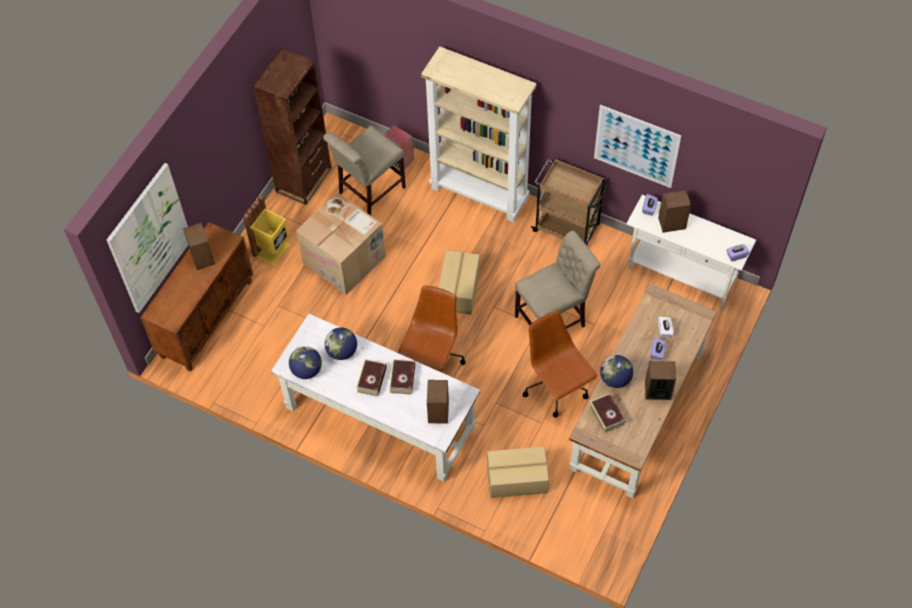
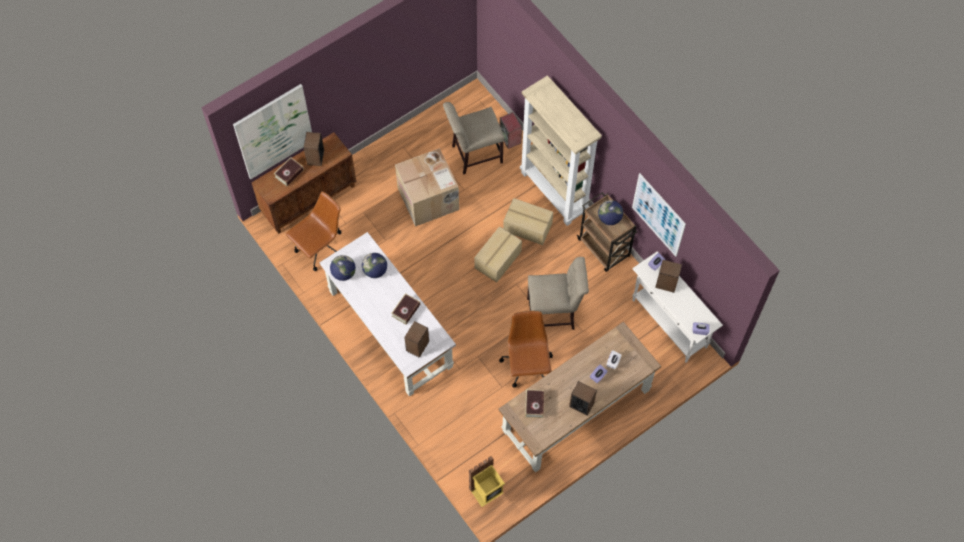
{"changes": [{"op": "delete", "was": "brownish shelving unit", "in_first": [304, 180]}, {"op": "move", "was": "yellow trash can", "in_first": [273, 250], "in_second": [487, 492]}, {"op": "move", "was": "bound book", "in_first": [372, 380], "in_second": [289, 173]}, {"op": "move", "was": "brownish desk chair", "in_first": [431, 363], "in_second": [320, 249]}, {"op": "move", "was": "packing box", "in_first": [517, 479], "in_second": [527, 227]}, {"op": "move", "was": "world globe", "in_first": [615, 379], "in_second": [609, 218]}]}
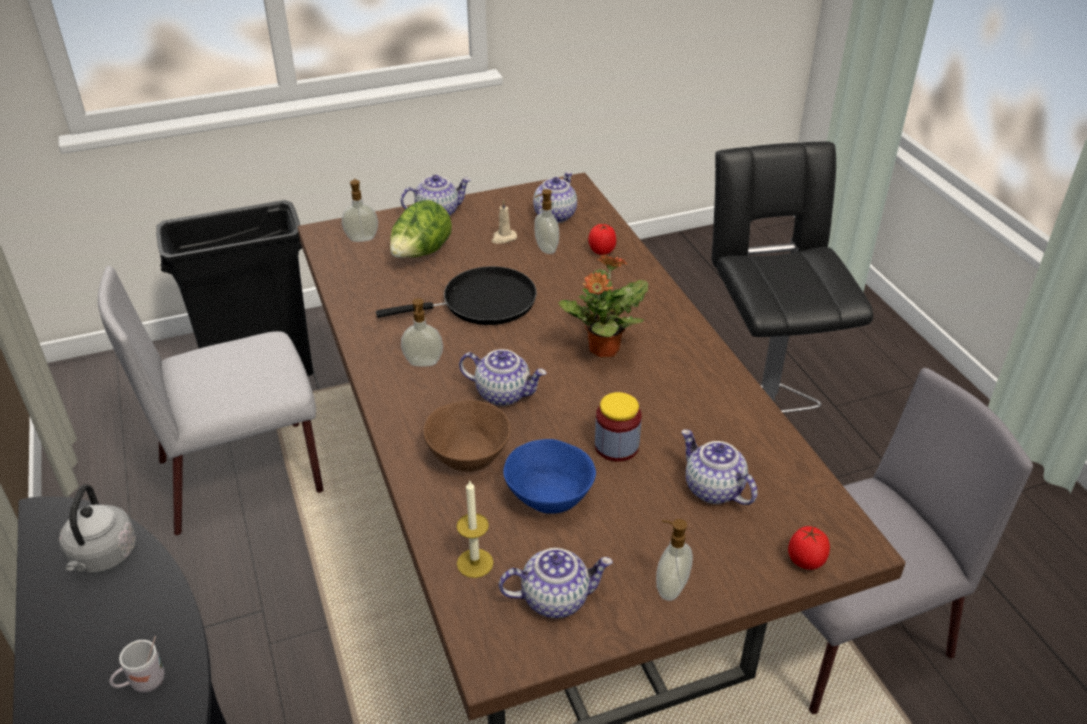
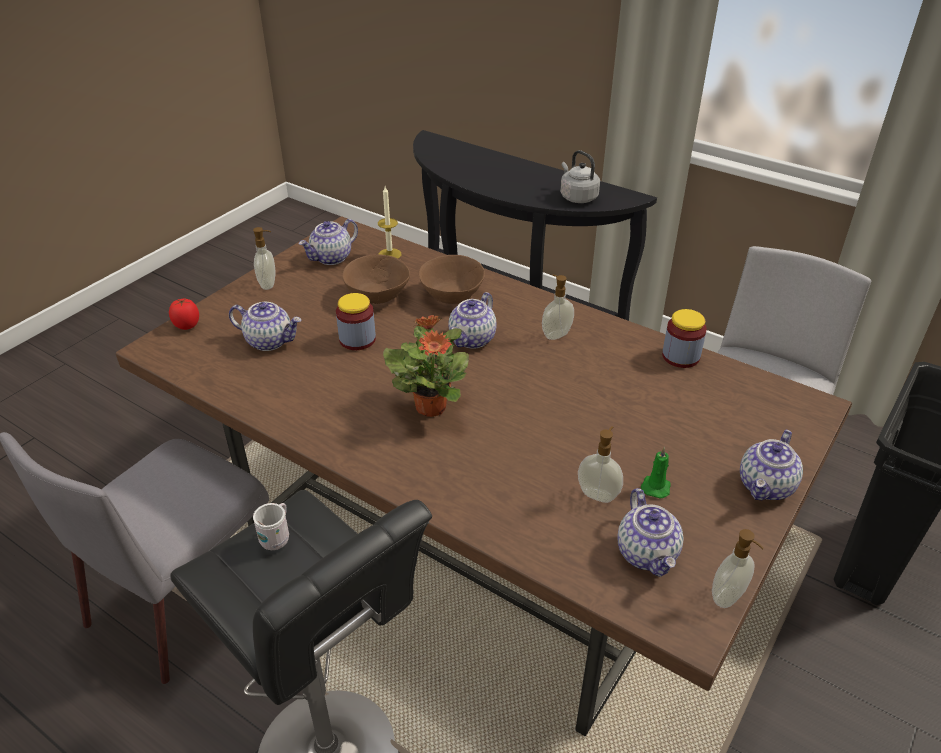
{"changes": [{"op": "delete", "was": "black frying pan", "in_first": [482, 303]}, {"op": "delete", "was": "lettuce", "in_first": [421, 254]}, {"op": "delete", "was": "fresh tomato", "in_first": [602, 251]}, {"op": "insert", "now": "storage jar", "in_second": [680, 356]}, {"op": "move", "was": "whitish coffee mug", "in_first": [143, 683], "in_second": [277, 537]}, {"op": "move", "was": "liquid soap bottle", "in_first": [362, 238], "in_second": [728, 597]}, {"op": "recolor", "was": "beige-coloured wax candle", "now": "green wax candle", "in_first": [503, 238], "in_second": [656, 486]}, {"op": "recolor", "was": "blue-coloured bowl", "now": "brownish bowl", "in_first": [550, 496], "in_second": [377, 296]}, {"op": "rotate", "was": "tea pot", "in_first": [504, 393], "in_second": [472, 339], "clockwise": -45}]}
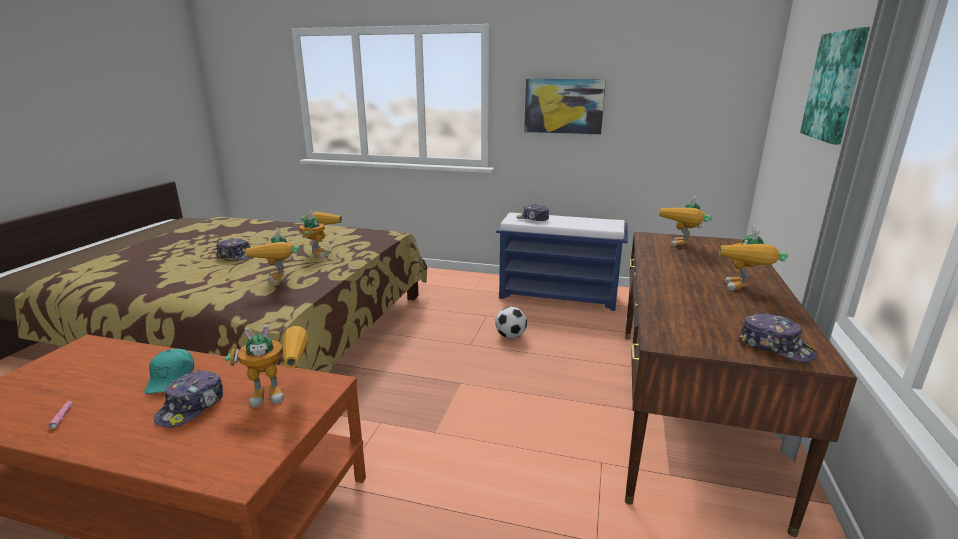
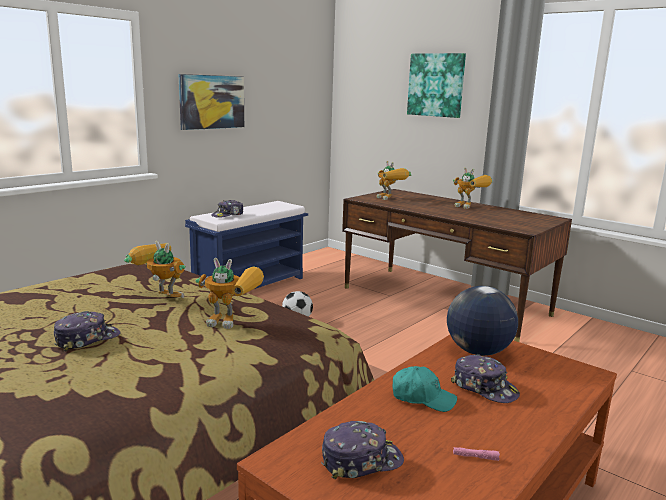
{"changes": [{"op": "move", "was": "baseball cap", "in_first": [775, 347], "in_second": [361, 460]}, {"op": "replace", "was": "robot figure", "now": "world globe", "in_first": [281, 393], "in_second": [478, 351]}]}
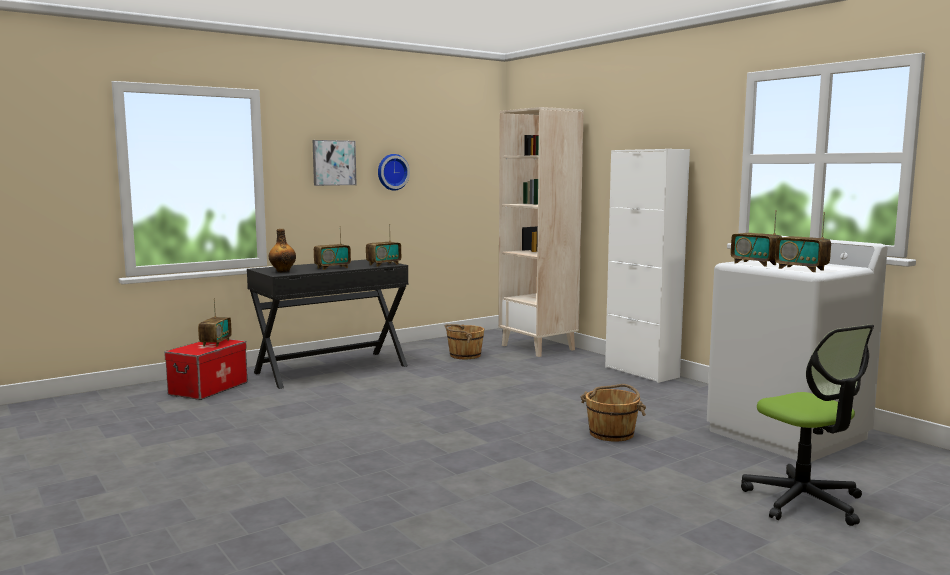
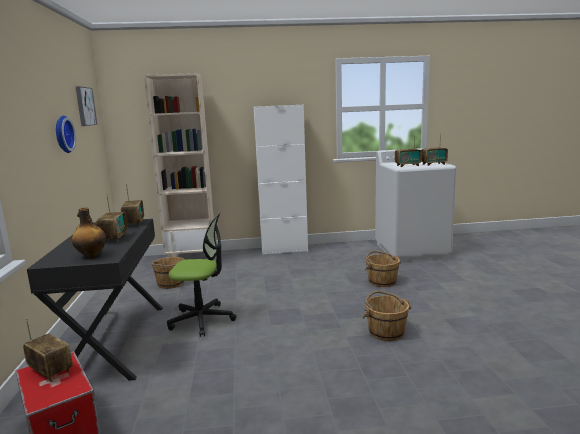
{"changes": [{"op": "insert", "now": "brownish water bucket", "in_second": [386, 331]}, {"op": "move", "was": "wall art", "in_first": [333, 162], "in_second": [84, 106]}, {"op": "move", "was": "desk chair", "in_first": [804, 501], "in_second": [202, 320]}]}
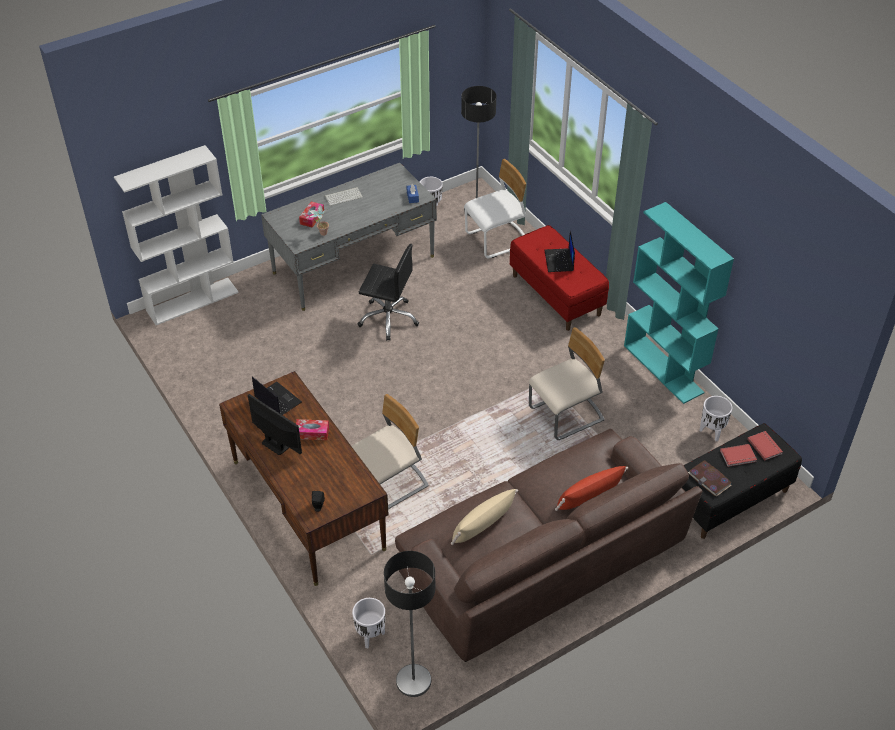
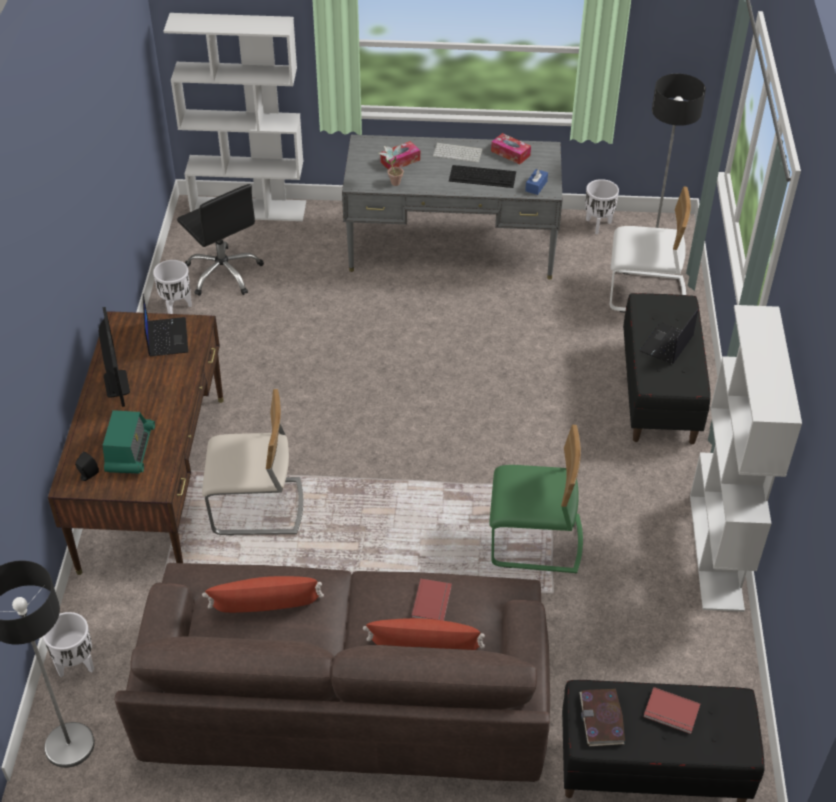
{"changes": [{"op": "insert", "now": "radio", "in_second": [130, 451]}, {"op": "insert", "now": "PC keyboard", "in_second": [483, 176]}, {"op": "move", "was": "box of tissues", "in_first": [312, 433], "in_second": [510, 153]}, {"op": "move", "was": "black desk chair", "in_first": [388, 318], "in_second": [224, 273]}, {"op": "move", "was": "whitish plant pot", "in_first": [712, 432], "in_second": [177, 307]}, {"op": "move", "was": "red-coloured bound book", "in_first": [765, 446], "in_second": [433, 602]}, {"op": "recolor", "was": "beige-coloured cushion", "now": "red-coloured cushion", "in_first": [482, 525], "in_second": [265, 606]}, {"op": "recolor", "was": "red-coloured long seat", "now": "black long seat", "in_first": [556, 295], "in_second": [659, 392]}, {"op": "recolor", "was": "beige-coloured upright chair", "now": "green upright chair", "in_first": [566, 415], "in_second": [535, 542]}, {"op": "recolor", "was": "turquoise shelving unit", "now": "whitish shelving unit", "in_first": [664, 369], "in_second": [717, 552]}]}
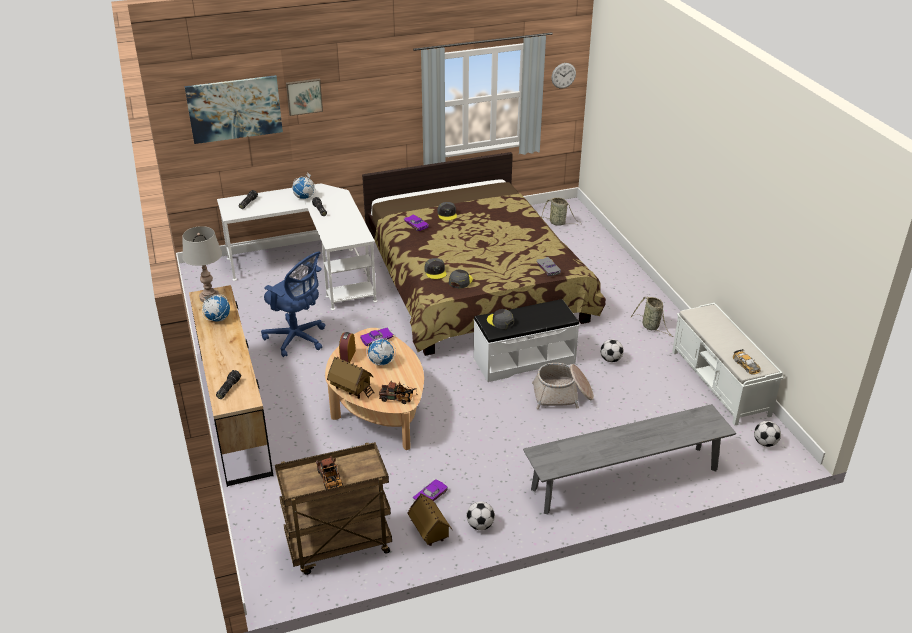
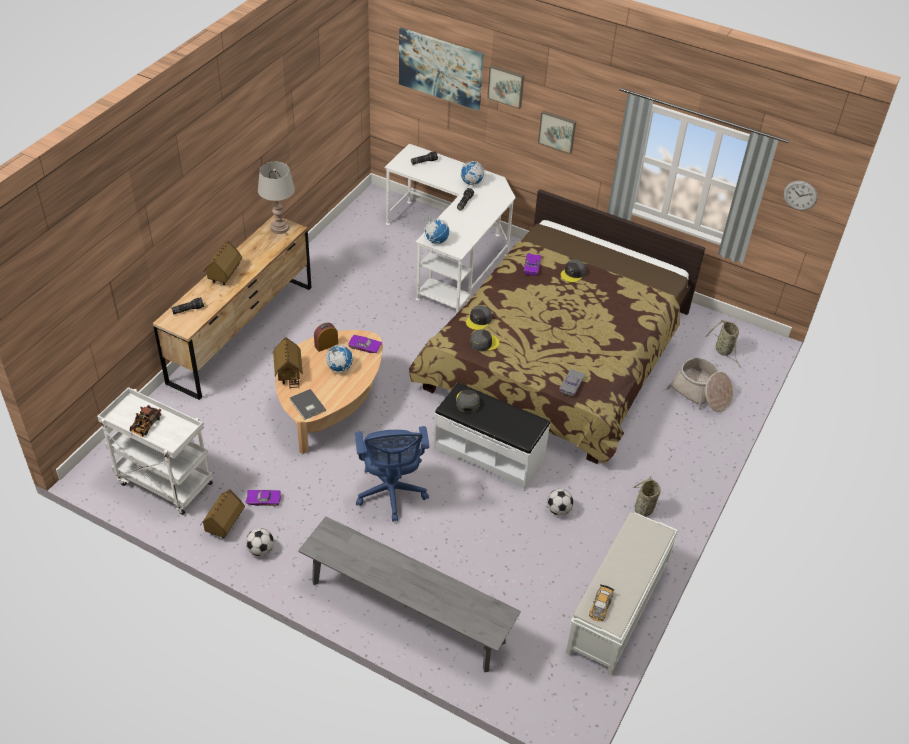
{"changes": [{"op": "delete", "was": "football", "in_first": [765, 443]}, {"op": "insert", "now": "miniature house", "in_second": [224, 275]}, {"op": "insert", "now": "wall art", "in_second": [557, 131]}, {"op": "move", "was": "world globe", "in_first": [217, 319], "in_second": [436, 241]}, {"op": "move", "was": "blue-coloured desk chair", "in_first": [297, 339], "in_second": [391, 493]}, {"op": "move", "was": "basket", "in_first": [562, 395], "in_second": [701, 393]}, {"op": "replace", "was": "toy lorry", "now": "gray bound book", "in_first": [398, 398], "in_second": [307, 406]}, {"op": "recolor", "was": "brownish wheeled cart", "now": "whitish wheeled cart", "in_first": [338, 547], "in_second": [163, 483]}]}
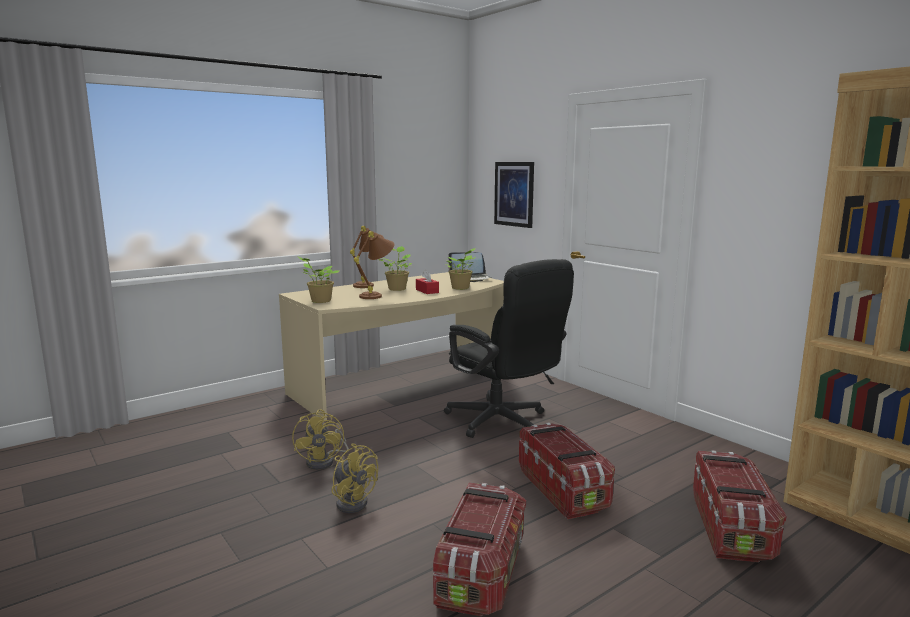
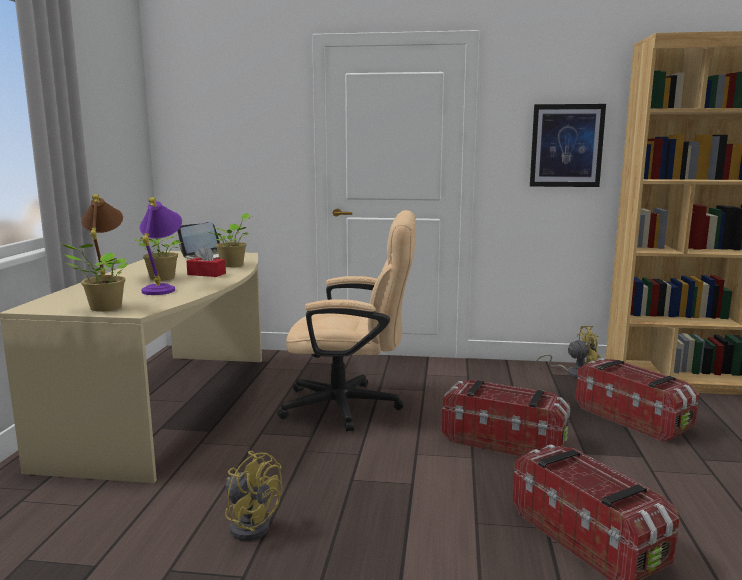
{"changes": [{"op": "move", "was": "yellow fan", "in_first": [353, 501], "in_second": [574, 373]}, {"op": "move", "was": "wall art", "in_first": [514, 194], "in_second": [566, 146]}, {"op": "recolor", "was": "brownish lamp for a table", "now": "purple-coloured lamp for a table", "in_first": [377, 295], "in_second": [163, 288]}, {"op": "recolor", "was": "black desk chair", "now": "beige-coloured desk chair", "in_first": [503, 423], "in_second": [352, 407]}]}
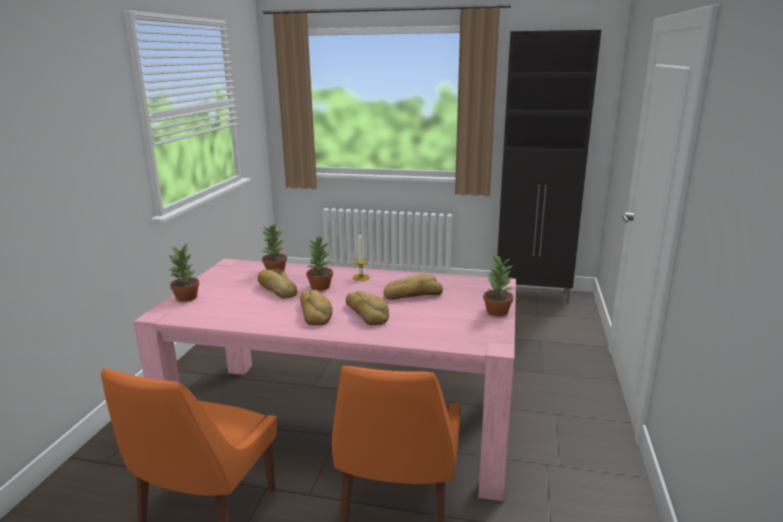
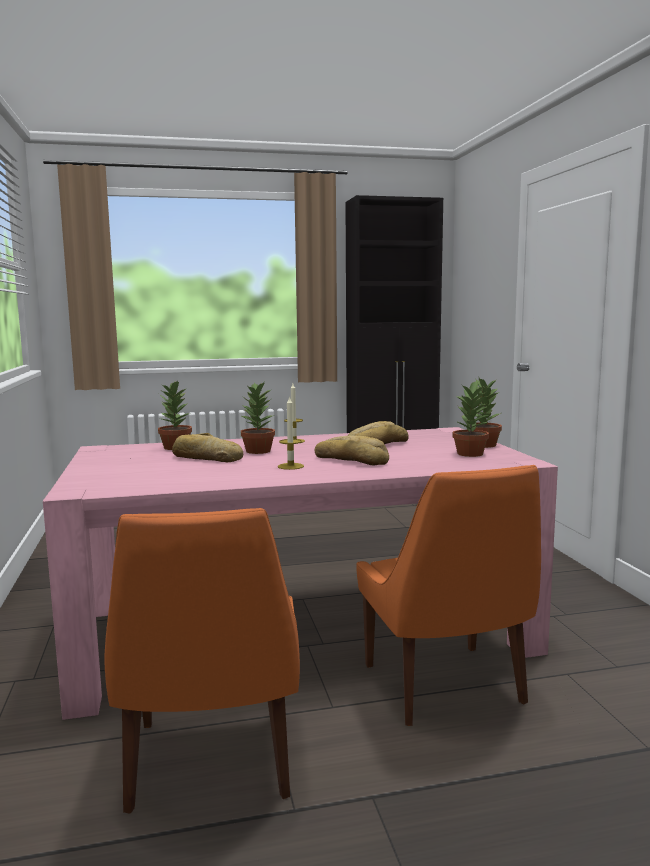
{"changes": [{"op": "move", "was": "houseplant", "in_first": [187, 298], "in_second": [470, 454]}, {"op": "replace", "was": "bakery bread", "now": "wax candle", "in_first": [316, 312], "in_second": [290, 466]}]}
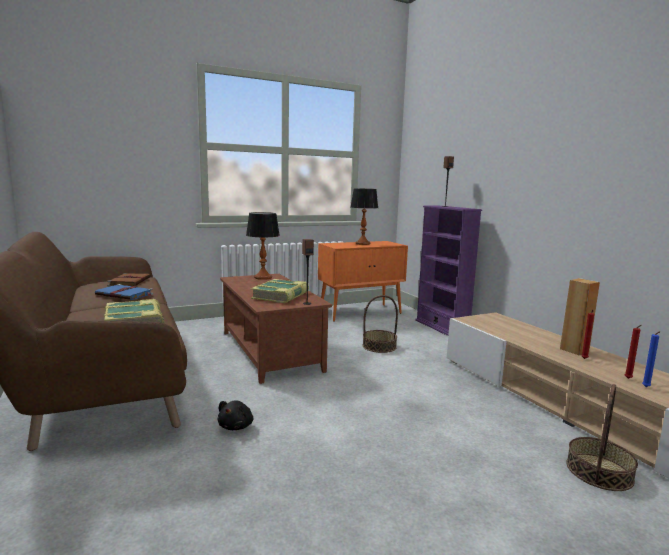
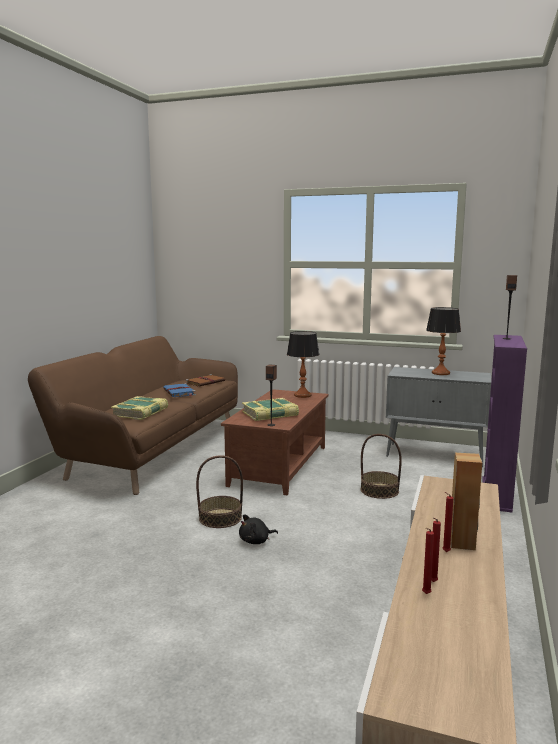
{"changes": [{"op": "move", "was": "black cuddly toy", "in_first": [237, 426], "in_second": [256, 541]}, {"op": "move", "was": "basket", "in_first": [599, 471], "in_second": [220, 518]}, {"op": "recolor", "was": "orangey cupboard", "now": "gray cupboard", "in_first": [361, 313], "in_second": [435, 455]}, {"op": "recolor", "was": "blue-coloured wax candle", "now": "red-coloured wax candle", "in_first": [646, 387], "in_second": [425, 594]}]}
